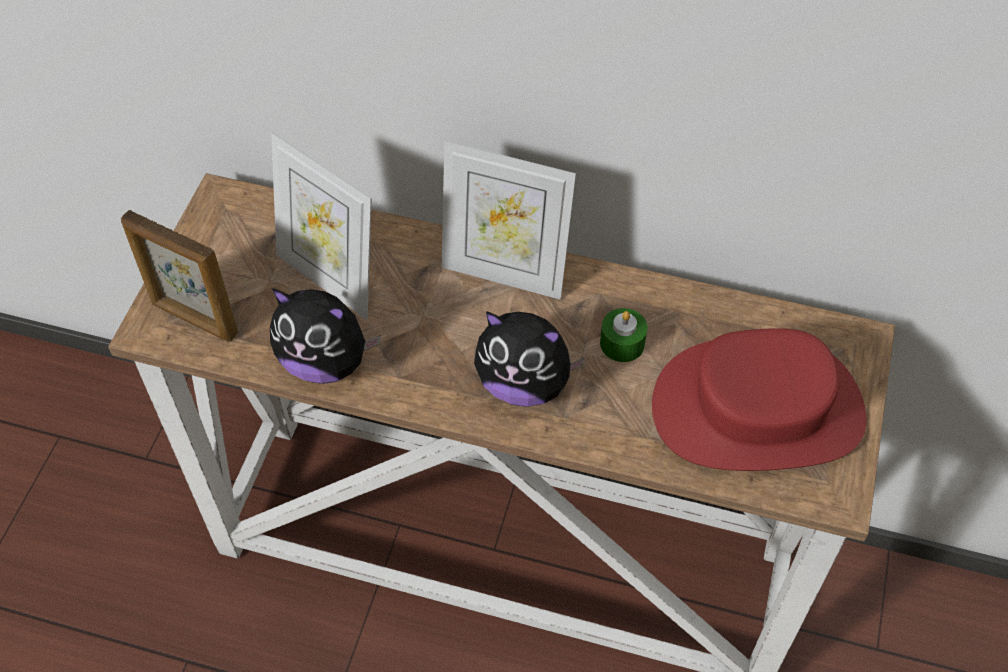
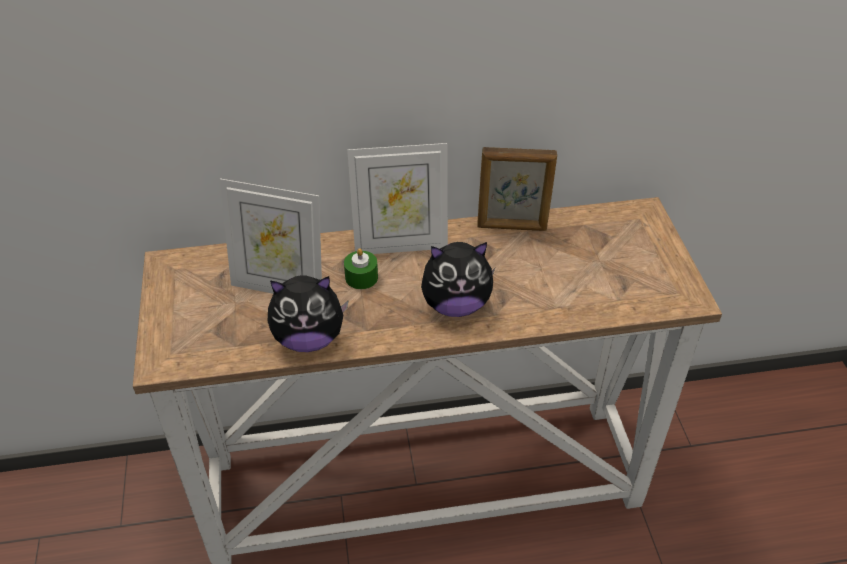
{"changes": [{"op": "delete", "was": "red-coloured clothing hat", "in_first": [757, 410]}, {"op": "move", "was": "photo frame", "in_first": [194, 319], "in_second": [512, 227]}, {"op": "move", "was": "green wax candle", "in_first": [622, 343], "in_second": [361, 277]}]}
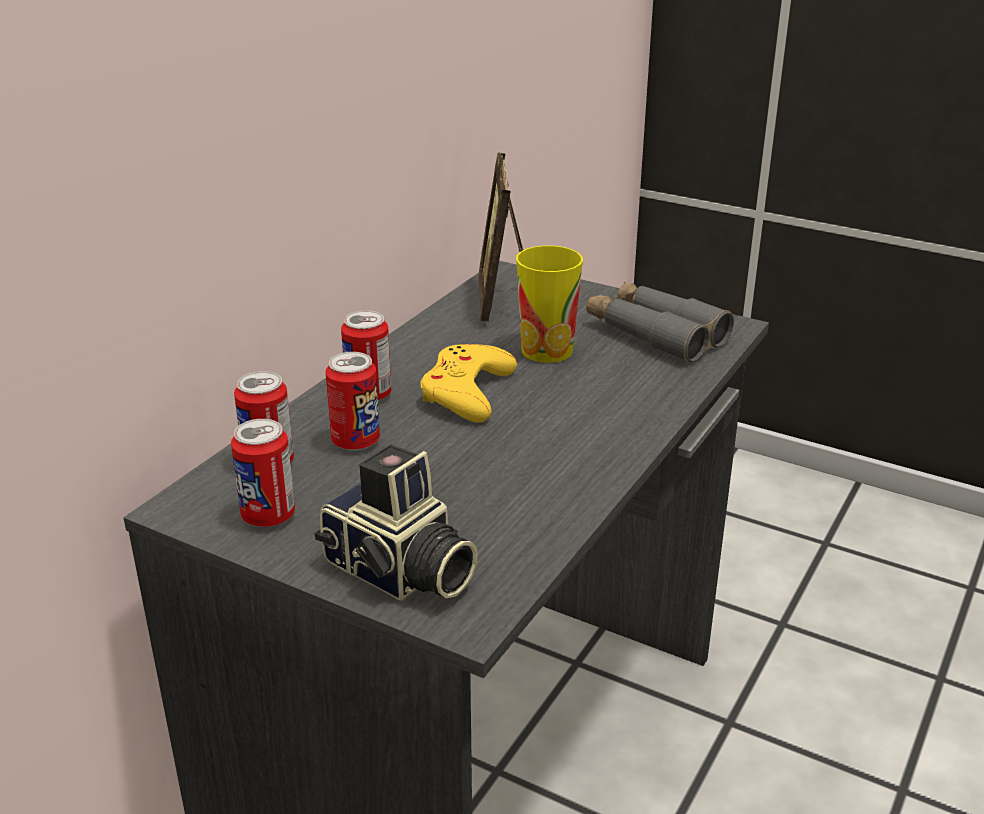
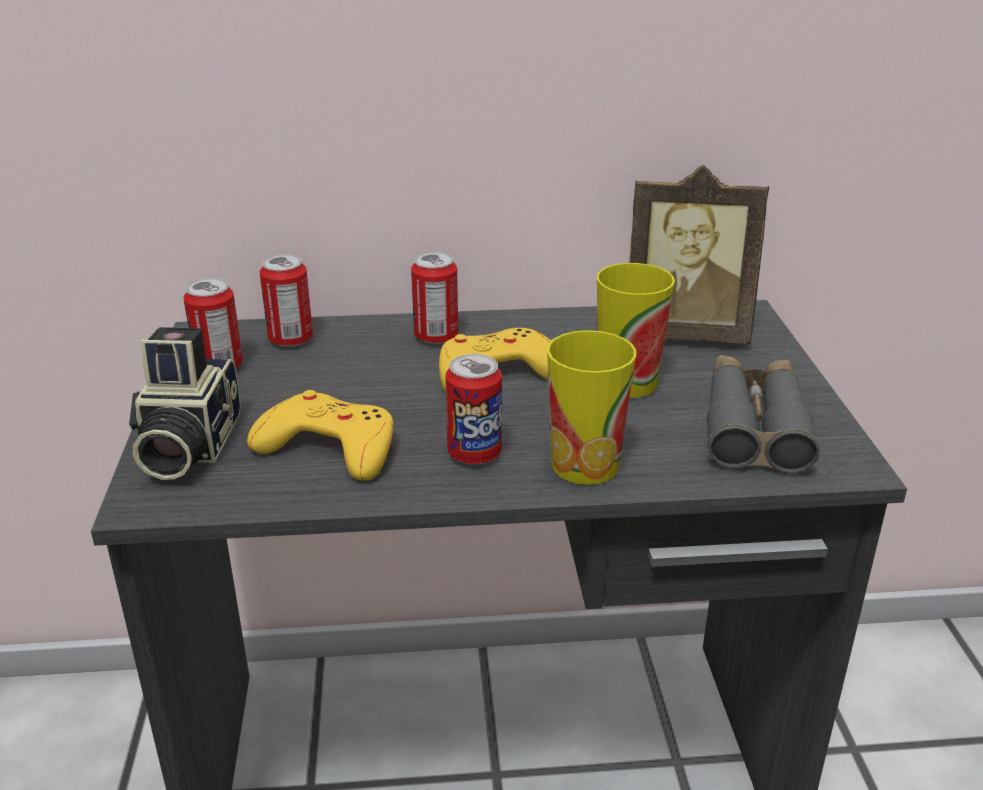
{"changes": [{"op": "insert", "now": "yellow gamepad", "in_second": [329, 447]}, {"op": "insert", "now": "drinking cup", "in_second": [585, 465]}, {"op": "move", "was": "metal can", "in_first": [355, 441], "in_second": [474, 454]}, {"op": "rotate", "was": "photo frame", "in_first": [506, 303], "in_second": [685, 333], "clockwise": -135}]}
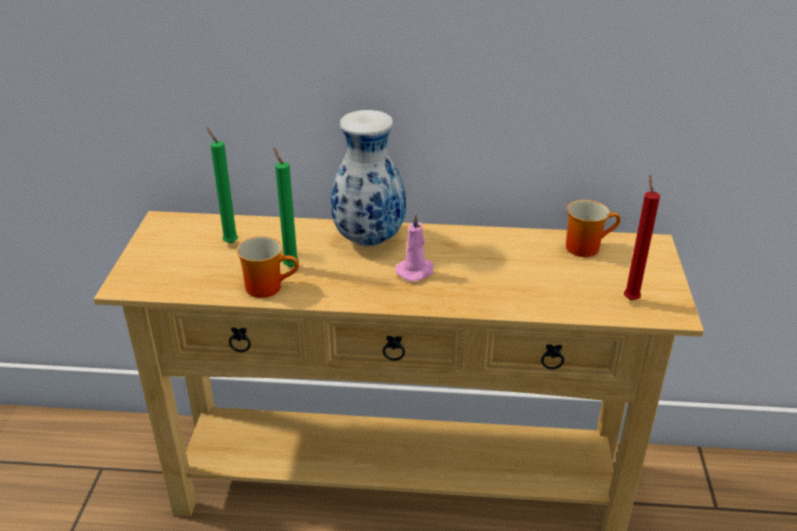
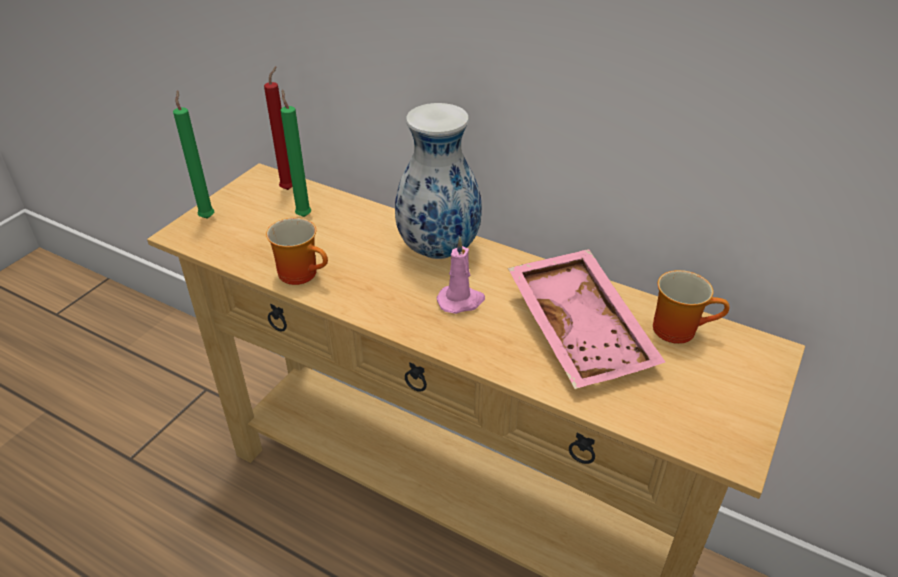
{"changes": [{"op": "insert", "now": "pink-coloured carrying tray", "in_second": [582, 330]}, {"op": "move", "was": "green wax candle", "in_first": [290, 265], "in_second": [207, 216]}, {"op": "move", "was": "red-coloured wax candle", "in_first": [630, 298], "in_second": [289, 188]}]}
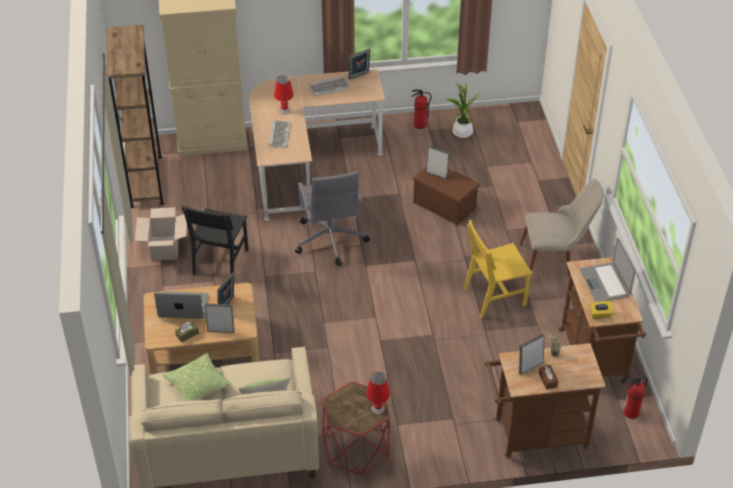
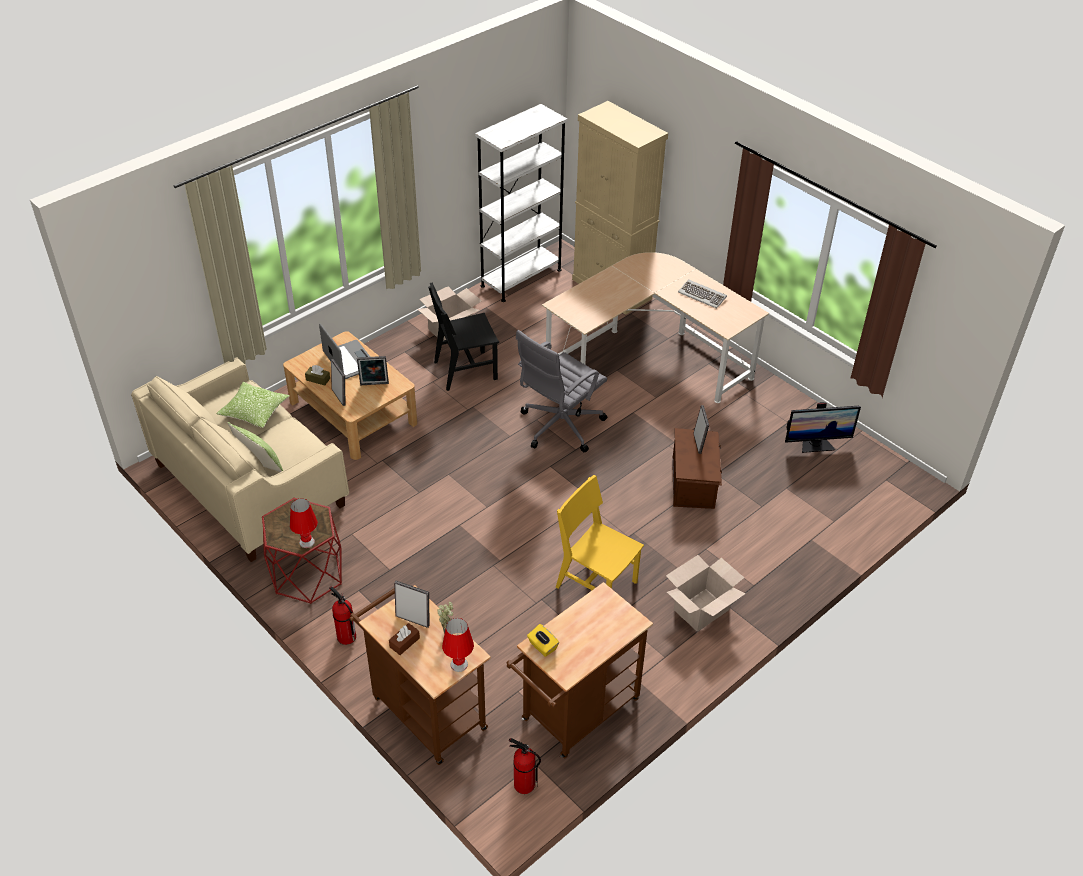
{"changes": [{"op": "delete", "was": "PC keyboard", "in_first": [279, 135]}, {"op": "delete", "was": "photo frame", "in_first": [359, 76]}, {"op": "delete", "was": "laptop", "in_first": [605, 283]}, {"op": "move", "was": "red-coloured lamp for a table", "in_first": [284, 110], "in_second": [459, 664]}, {"op": "move", "was": "fire extinguisher", "in_first": [419, 125], "in_second": [346, 636]}, {"op": "replace", "was": "houseplant", "now": "computer screen", "in_first": [461, 133], "in_second": [816, 445]}, {"op": "replace", "was": "beige-coloured upright chair", "now": "packing box", "in_first": [555, 259], "in_second": [701, 610]}, {"op": "recolor", "was": "brownish shelving unit", "now": "whitish shelving unit", "in_first": [146, 181], "in_second": [521, 278]}]}
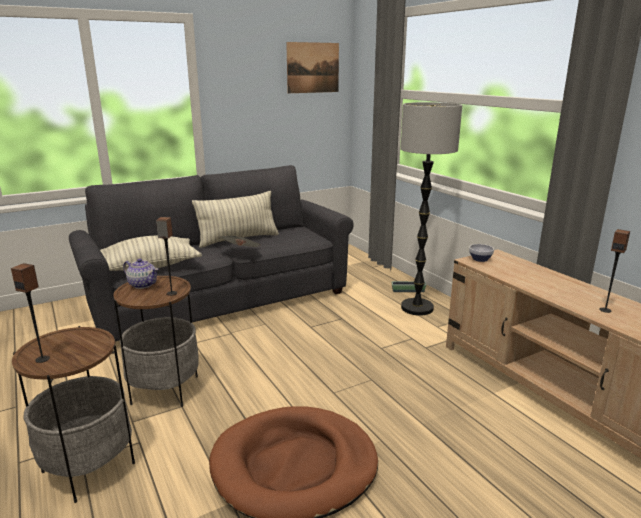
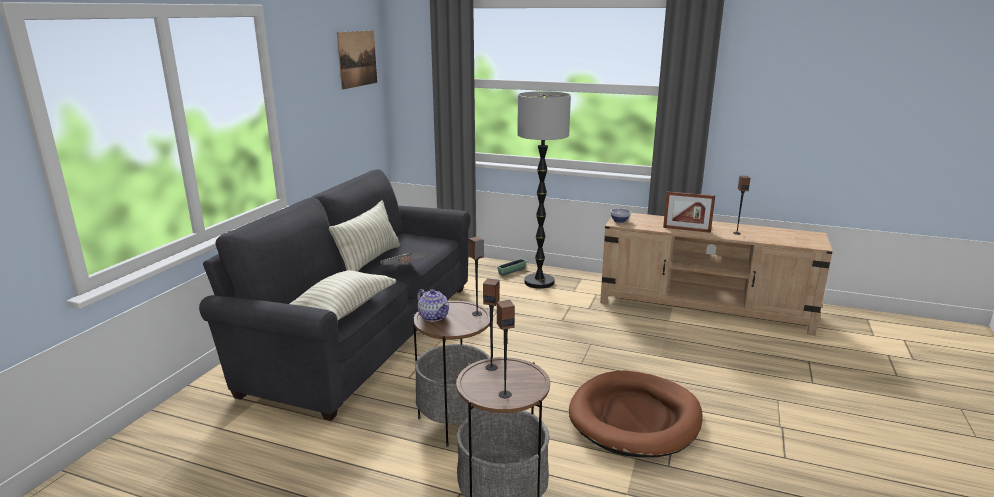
{"changes": [{"op": "insert", "now": "loudspeaker", "in_second": [491, 367]}, {"op": "insert", "now": "photo frame", "in_second": [686, 229]}, {"op": "rotate", "was": "tea pot", "in_first": [143, 284], "in_second": [433, 316], "clockwise": 60}]}
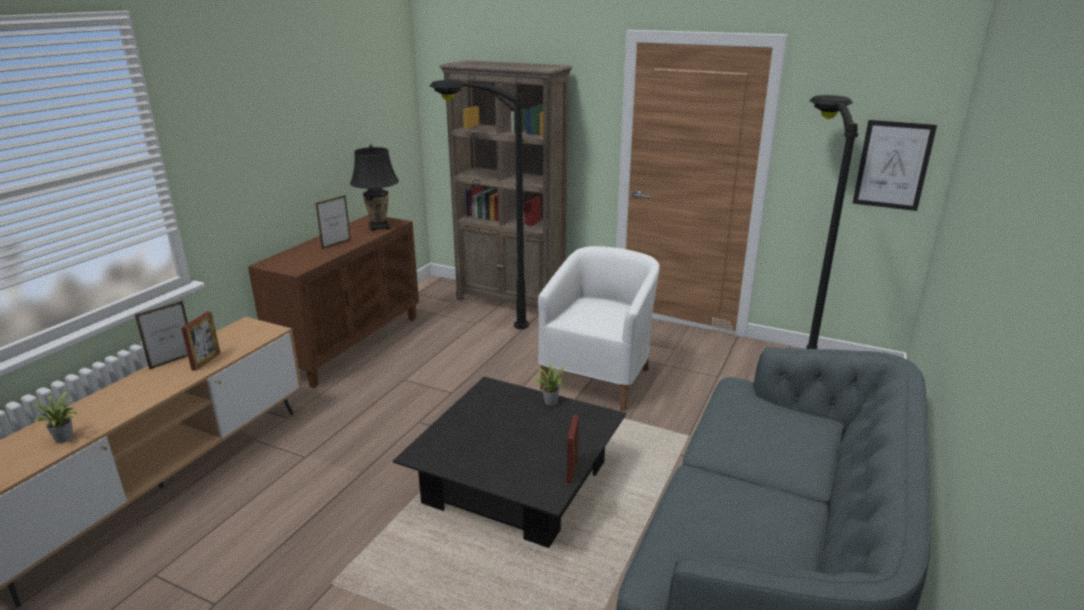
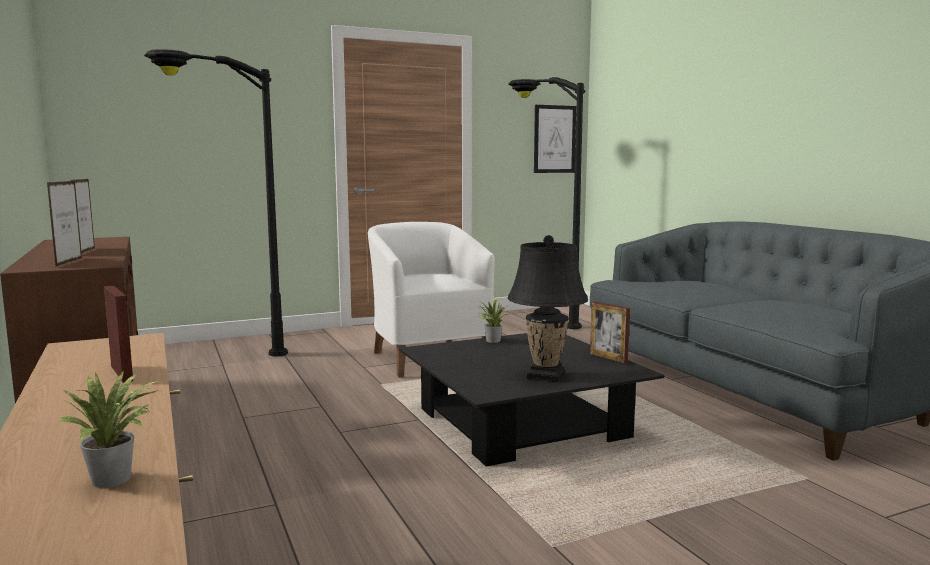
{"changes": [{"op": "delete", "was": "brownish shelving unit", "in_first": [511, 301]}, {"op": "move", "was": "photo frame", "in_first": [173, 361], "in_second": [69, 262]}, {"op": "move", "was": "black lamp for a table", "in_first": [379, 227], "in_second": [545, 376]}]}
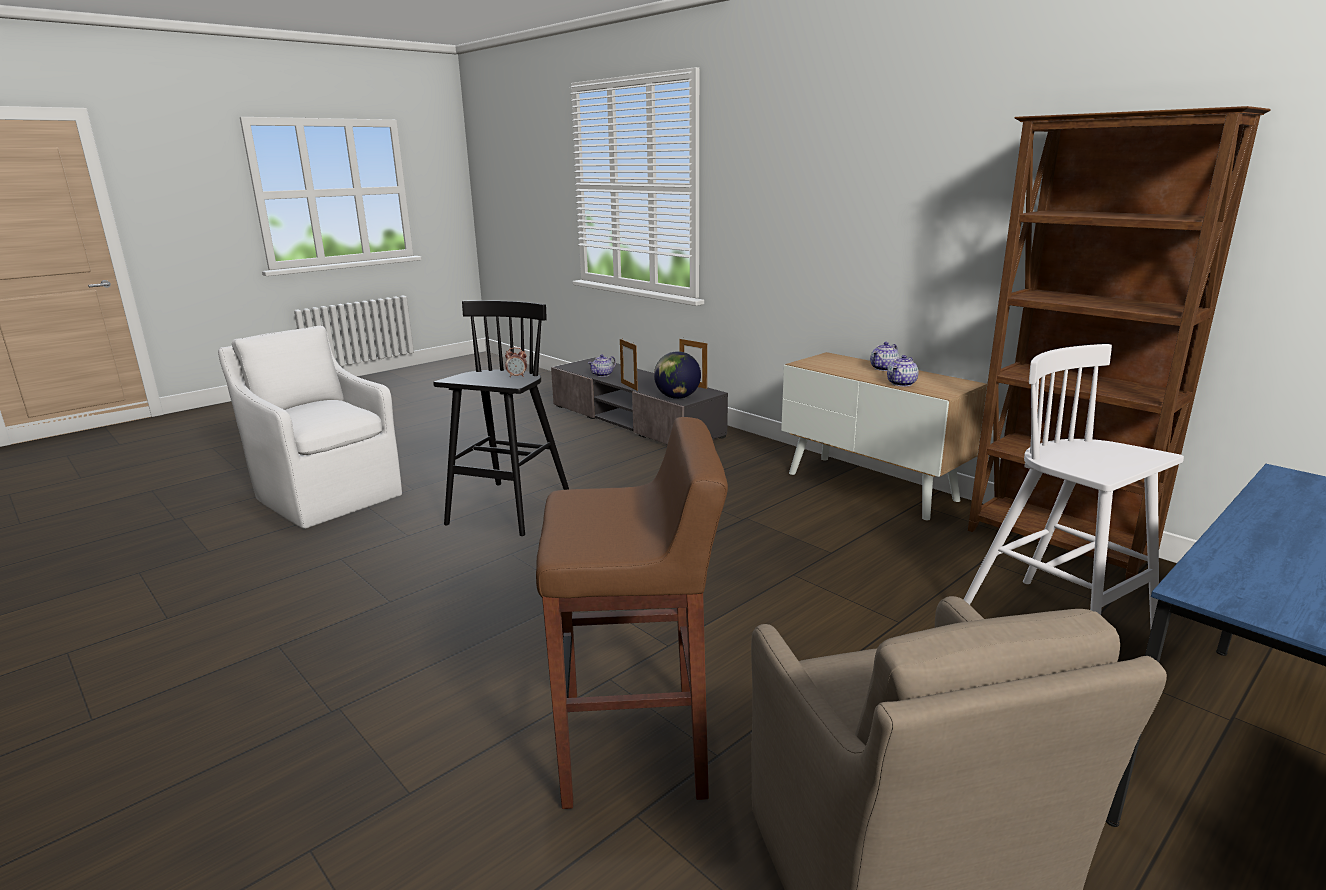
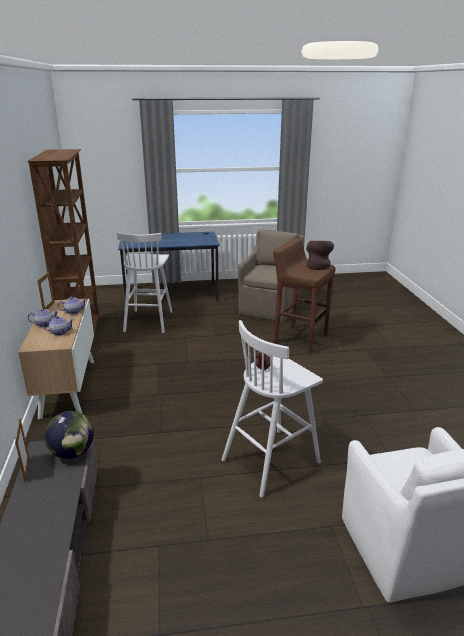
{"changes": [{"op": "insert", "now": "brownish vase", "in_second": [318, 266]}, {"op": "move", "was": "tea pot", "in_first": [603, 375], "in_second": [59, 332]}, {"op": "move", "was": "photo frame", "in_first": [629, 386], "in_second": [49, 307]}, {"op": "recolor", "was": "black stool seat", "now": "whitish stool seat", "in_first": [508, 509], "in_second": [272, 460]}]}
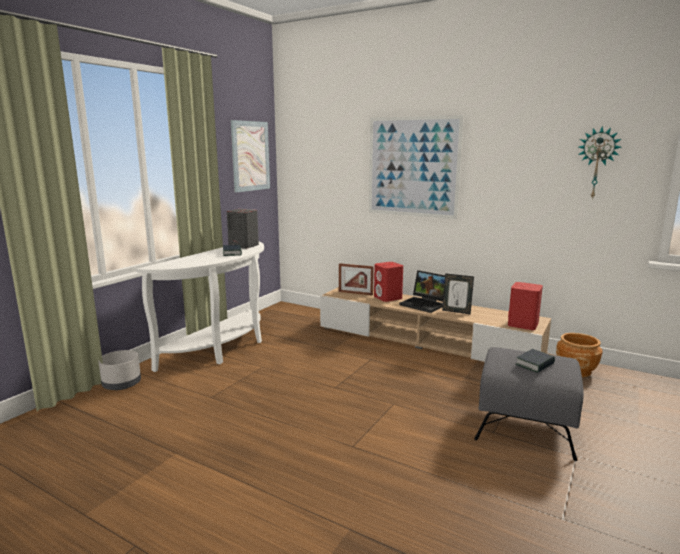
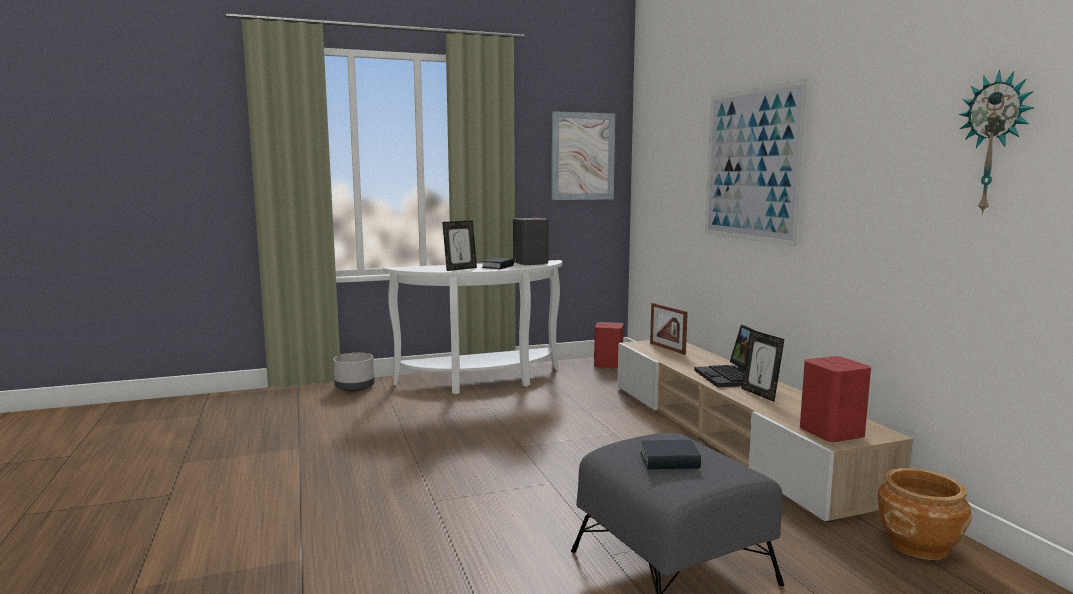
{"changes": [{"op": "insert", "now": "photo frame", "in_second": [460, 269]}, {"op": "move", "was": "red-coloured loudspeaker", "in_first": [388, 298], "in_second": [608, 365]}]}
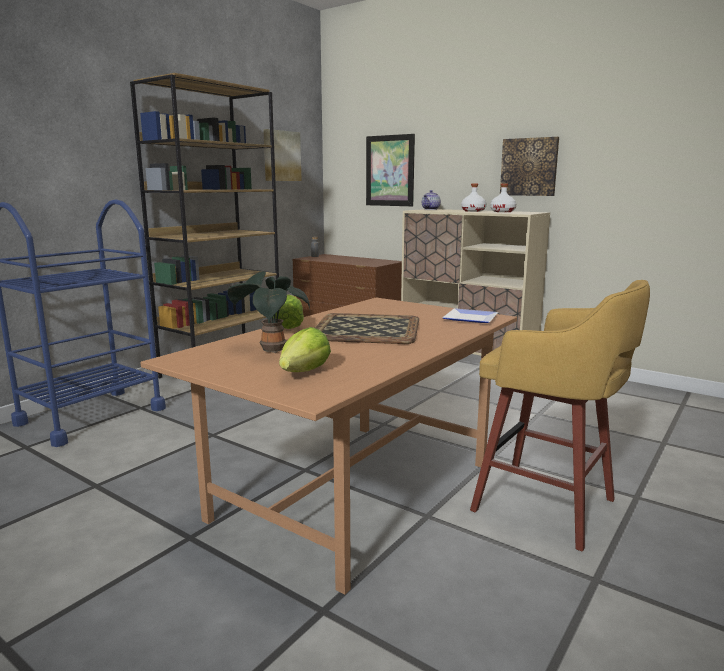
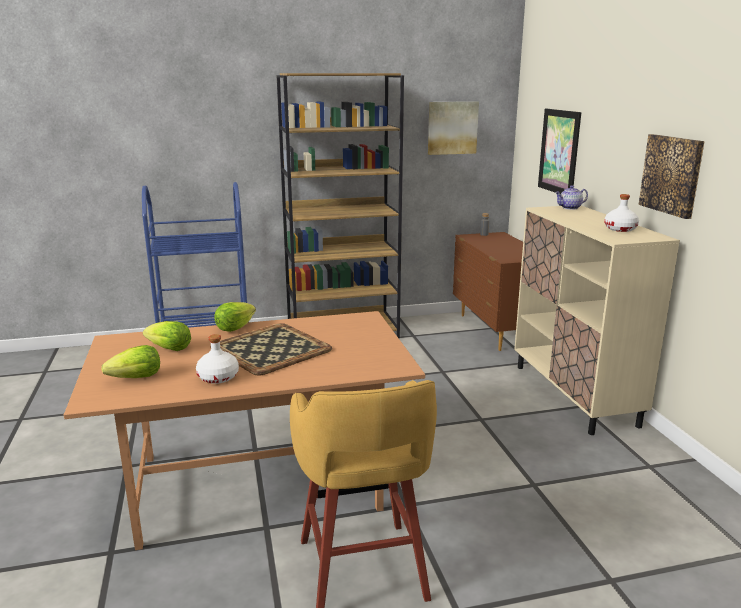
{"changes": [{"op": "delete", "was": "dinner plate", "in_first": [468, 318]}, {"op": "move", "was": "whitish drink bottle", "in_first": [473, 211], "in_second": [218, 377]}, {"op": "replace", "was": "houseplant", "now": "lettuce", "in_first": [270, 349], "in_second": [170, 349]}]}
